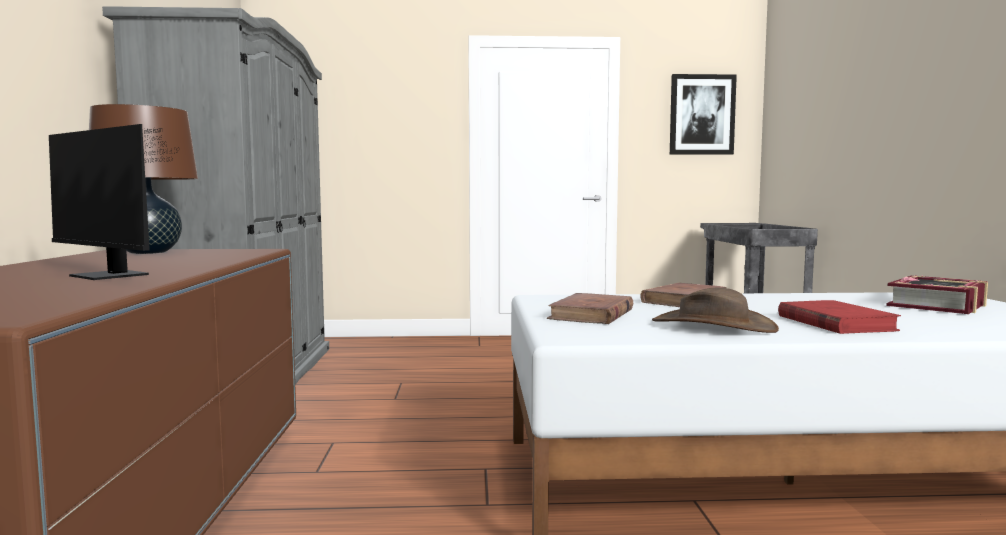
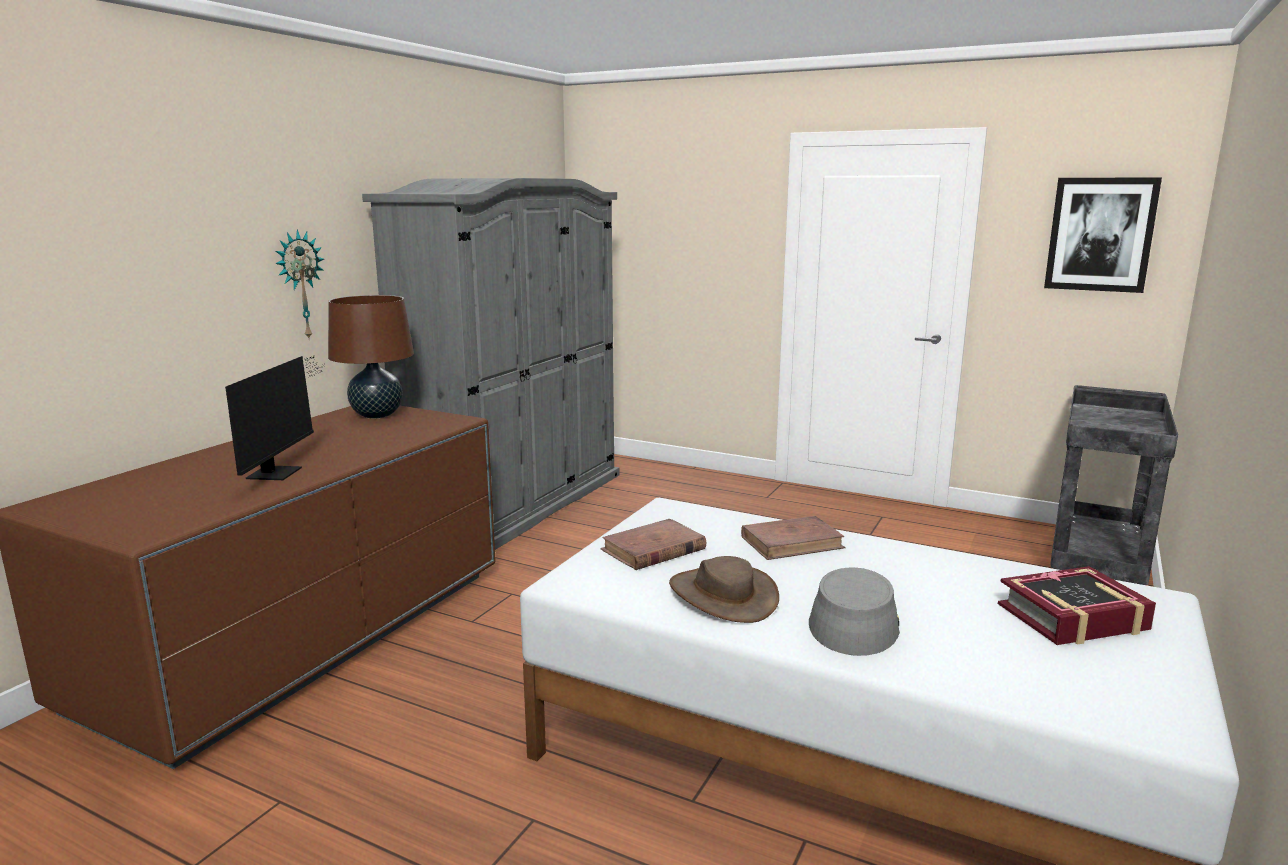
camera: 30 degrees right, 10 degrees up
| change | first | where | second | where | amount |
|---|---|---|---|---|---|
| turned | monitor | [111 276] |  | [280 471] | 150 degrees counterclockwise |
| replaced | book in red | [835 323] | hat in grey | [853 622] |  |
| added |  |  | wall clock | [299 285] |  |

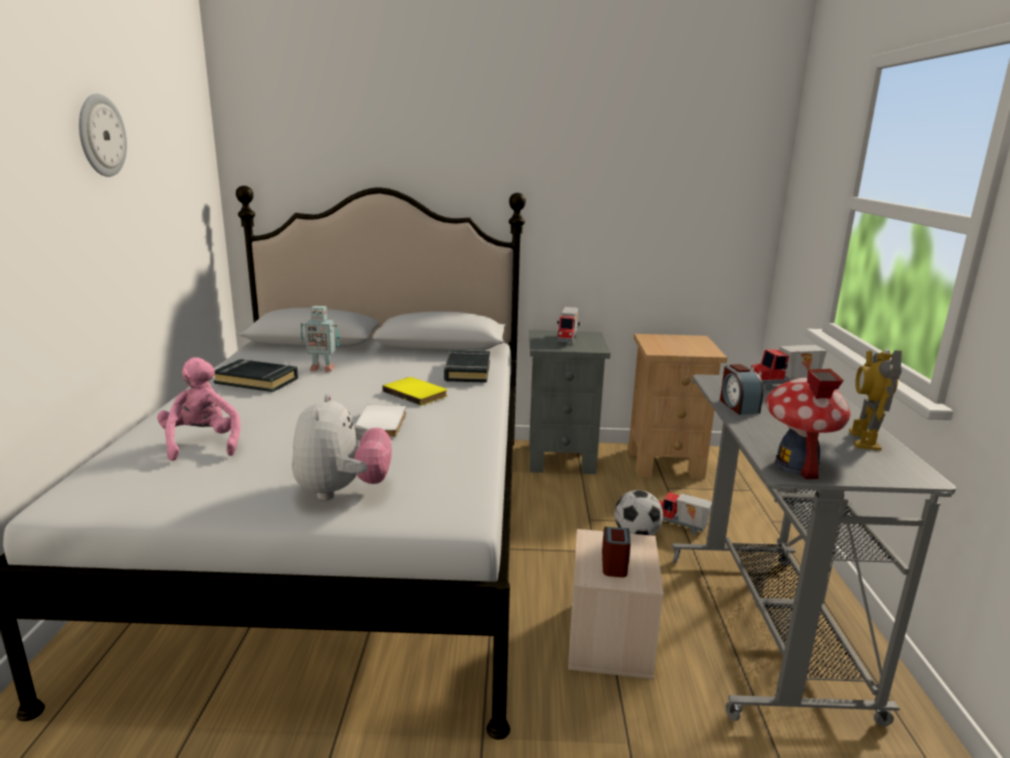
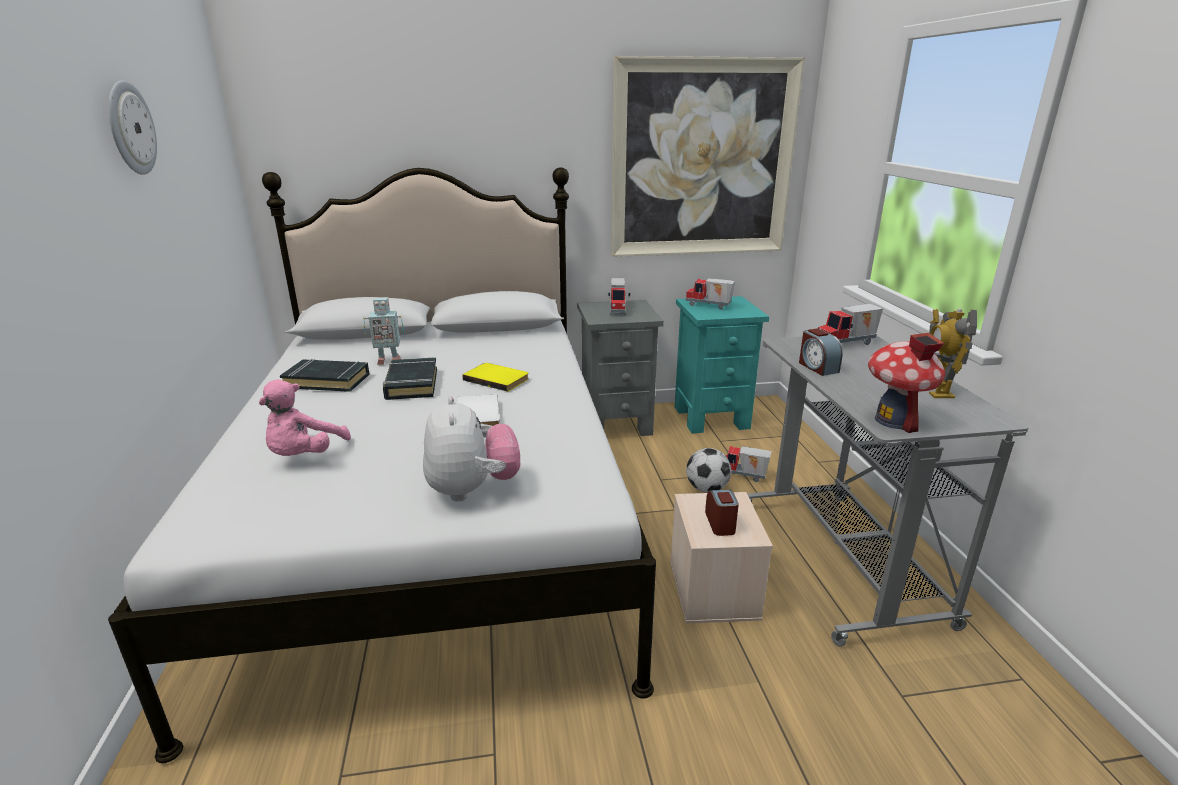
camera: 10 degrees left, 5 degrees up
| change | first | where | second | where | amount |
|---|---|---|---|---|---|
| turned | plush toy in pink | [202 444] |  | [304 456] | 135 degrees counterclockwise |
| moved | book in black | [467 371] |  | [411 384] |  |
| recoloured | nightstand in beige | [666 463] | nightstand in turquoise | [712 418] |  |
| added |  |  | picture | [702 160] |  |
| added |  |  | toy truck | [708 306] |  |

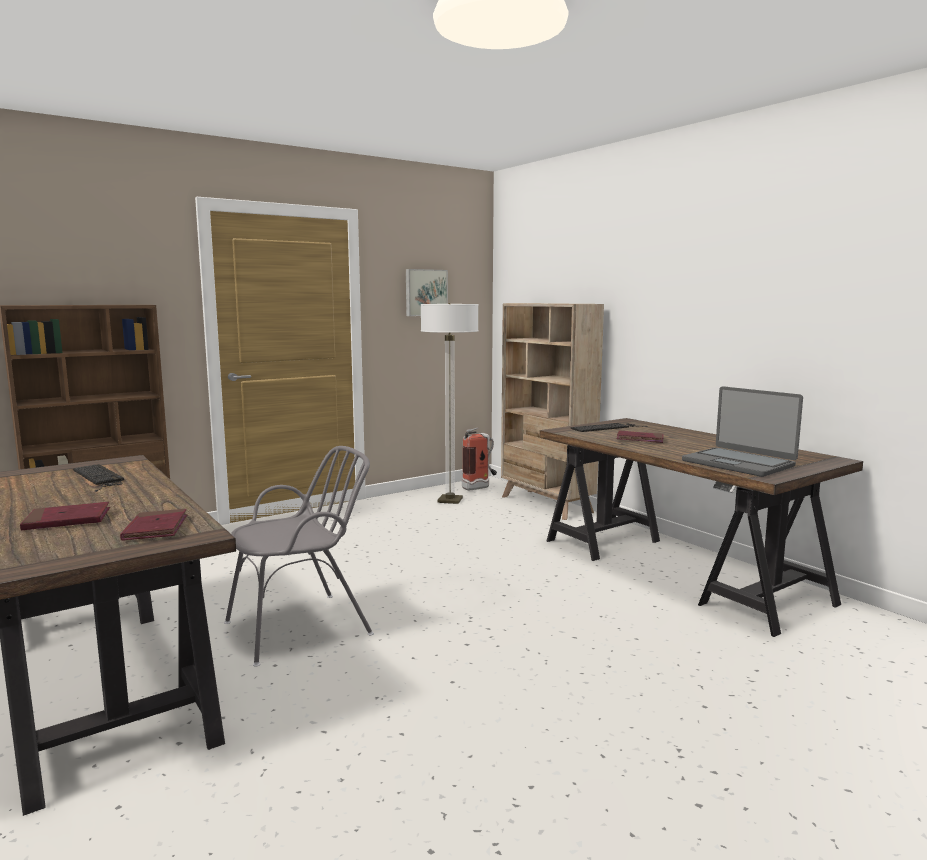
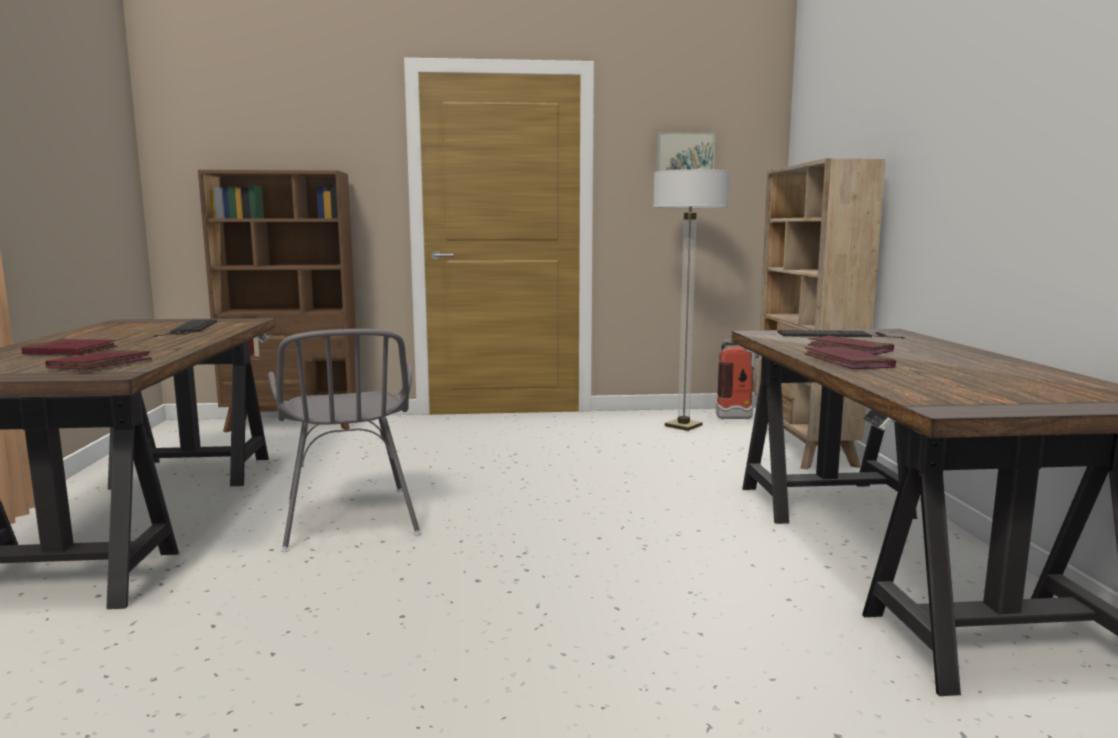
camera: 30 degrees right, 0 degrees up
| change | first | where | second | where | amount |
|---|---|---|---|---|---|
| turned | chair in grey | [303 626] |  | [350 519] | 75 degrees clockwise |
| removed | laptop | [738 463] |  |  |  |
| added |  |  | book in red | [847 362] |  |

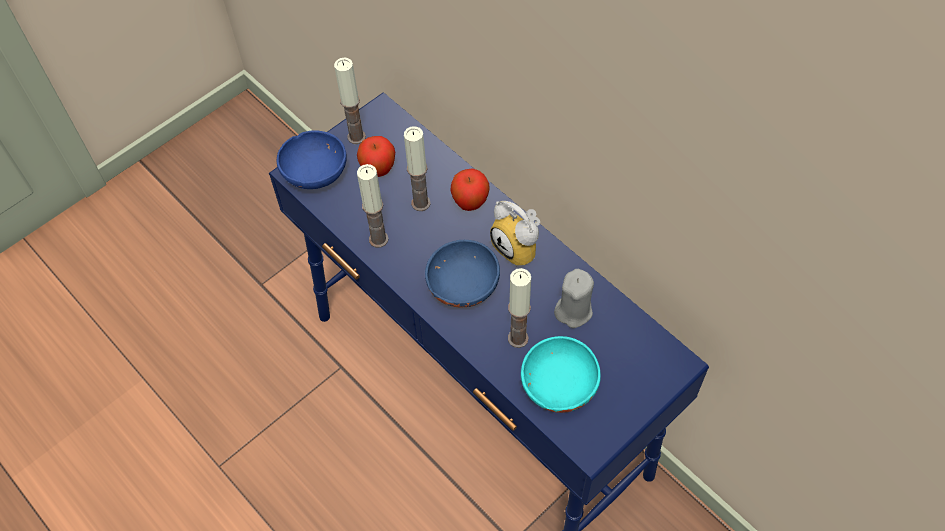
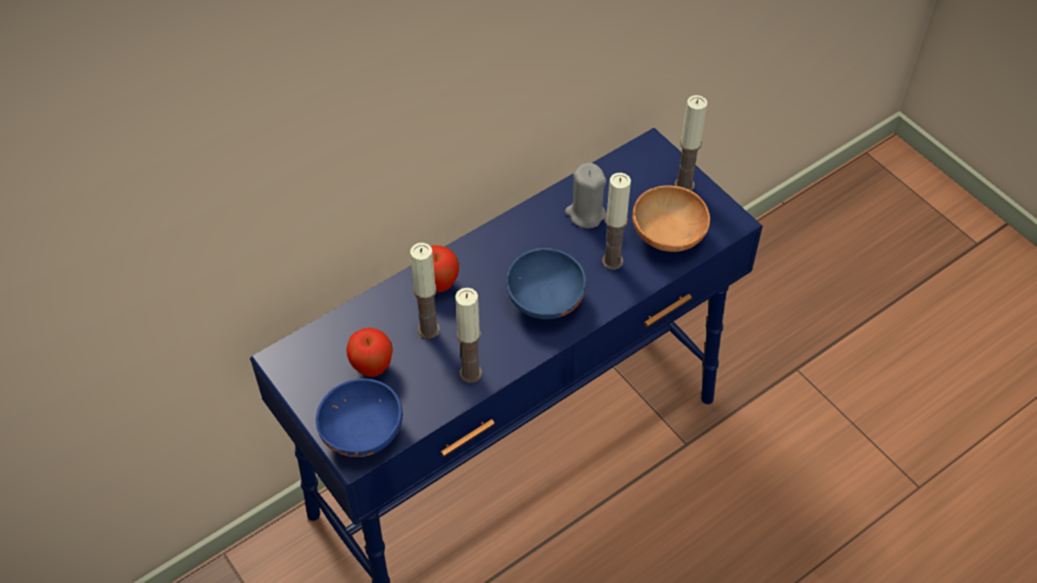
camera: 85 degrees left, 5 degrees down
| change | first | where | second | where | amount |
|---|---|---|---|---|---|
| moved | candle | [356 137] |  | [684 185] |  |
| removed | alarm clock | [520 248] |  |  |  |
| recoloured | bowl in turquoise | [557 386] | bowl in brown | [668 237] |  |

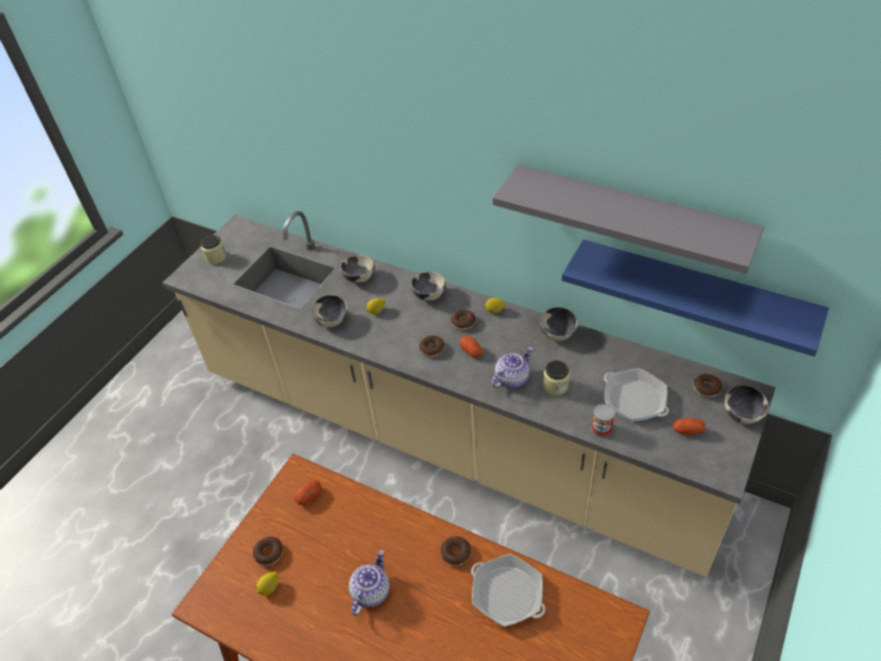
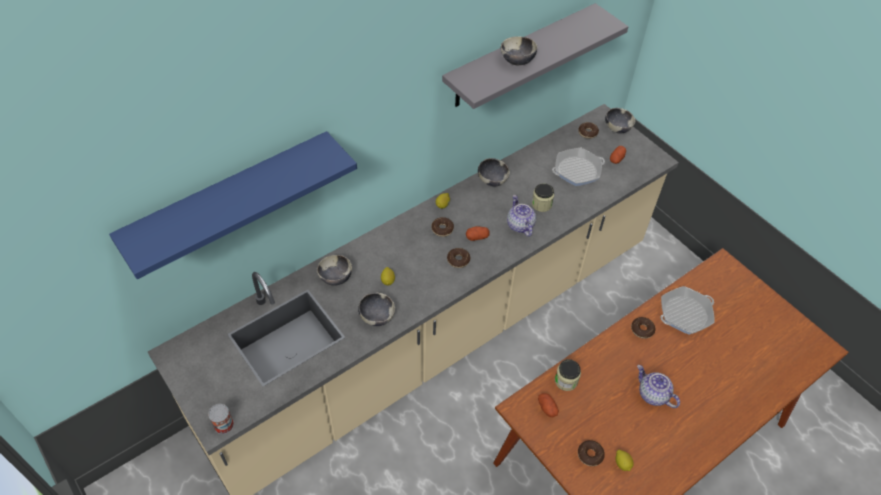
camera: 70 degrees left, 5 degrees up
| change | first | where | second | where | amount |
|---|---|---|---|---|---|
| moved | jar | [216 257] |  | [566 380] |  |
| moved | bowl | [429 295] |  | [517 61] |  |
| moved | shelf in blue | [694 292] |  | [229 198] |  |
| moved | can | [601 429] |  | [223 425] |  |

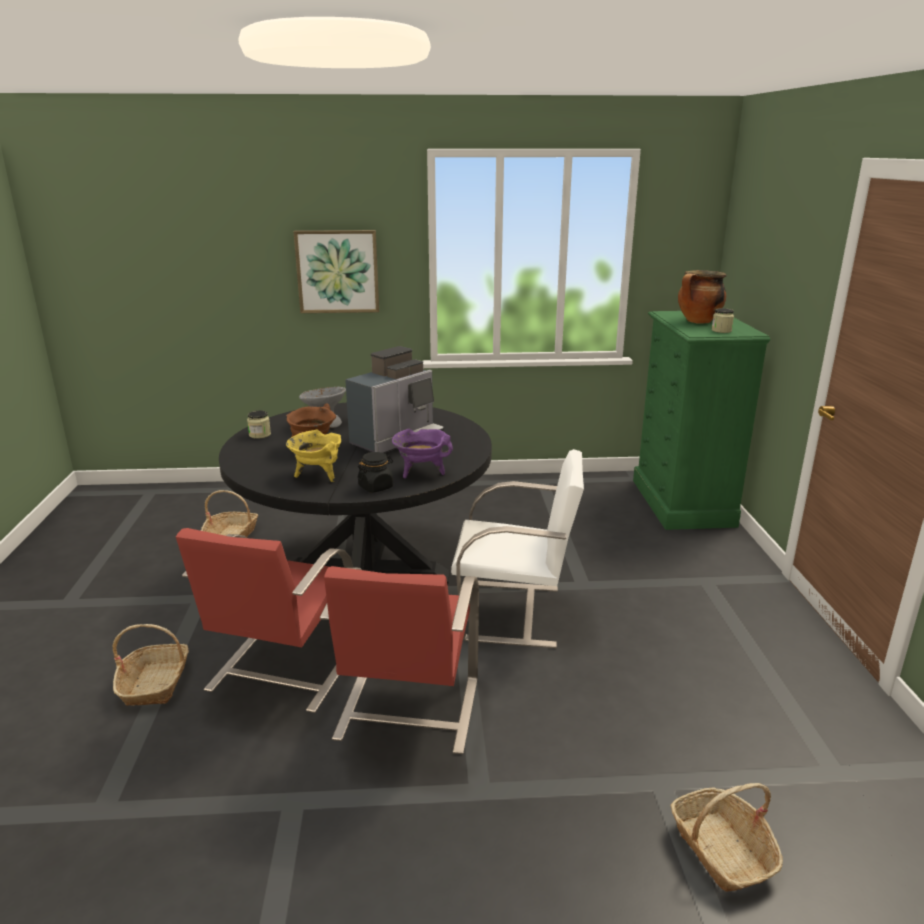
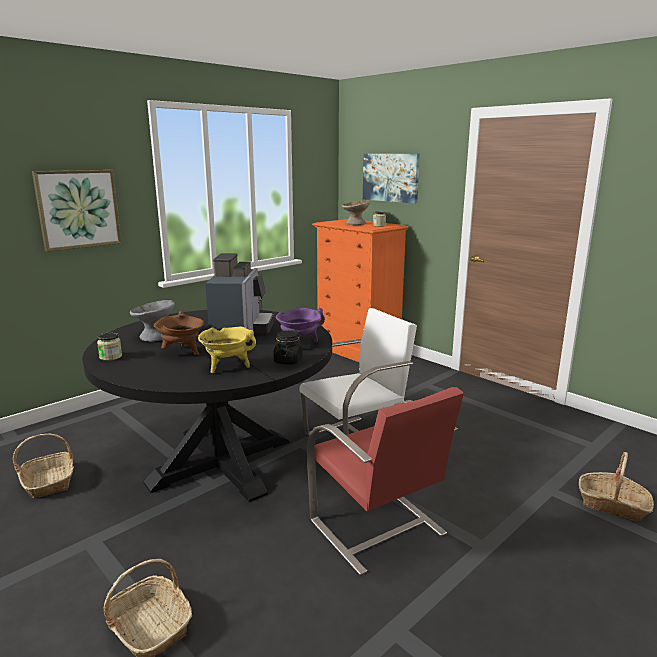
camera: 40 degrees left, 5 degrees down
| change | first | where | second | where | amount |
|---|---|---|---|---|---|
| removed | chair in red | [281 670] |  |  |  |
| recoloured | dresser in green | [682 503] | dresser in orange | [358 349] |  |
| replaced | cooking pot | [698 322] | bowl in beige | [355 224] |  |
| added |  |  | picture | [390 177] |  |

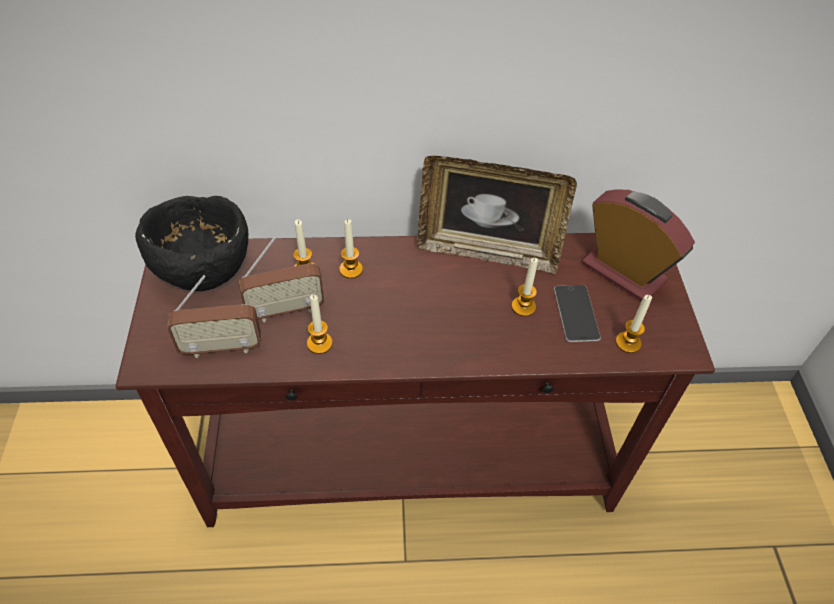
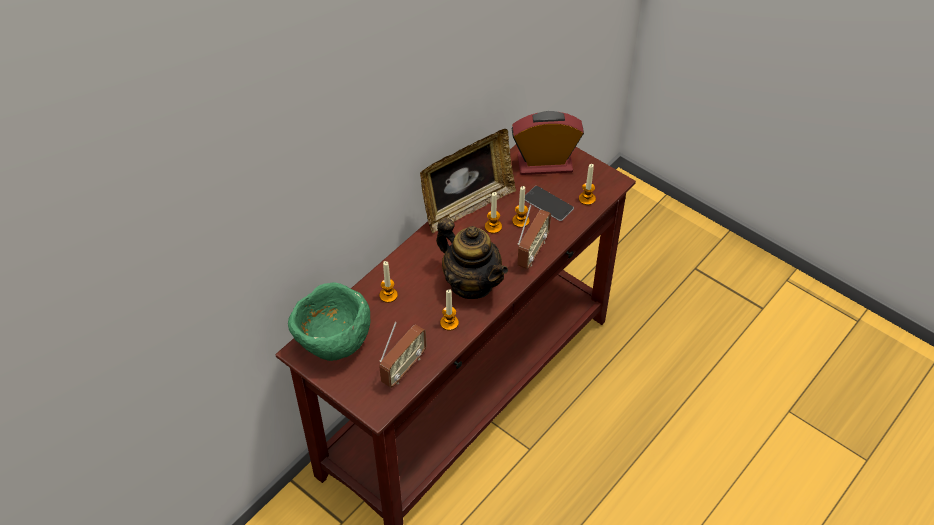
camera: 45 degrees left, 0 degrees up
| change | first | where | second | where | amount |
|---|---|---|---|---|---|
| recoloured | bowl in black | [204 270] | bowl in green | [333 342] |  |
| moved | radio | [285 310] |  | [532 252] |  |
| moved | candle | [351 269] |  | [493 227] |  |
| added |  |  | teapot | [471 283] |  |

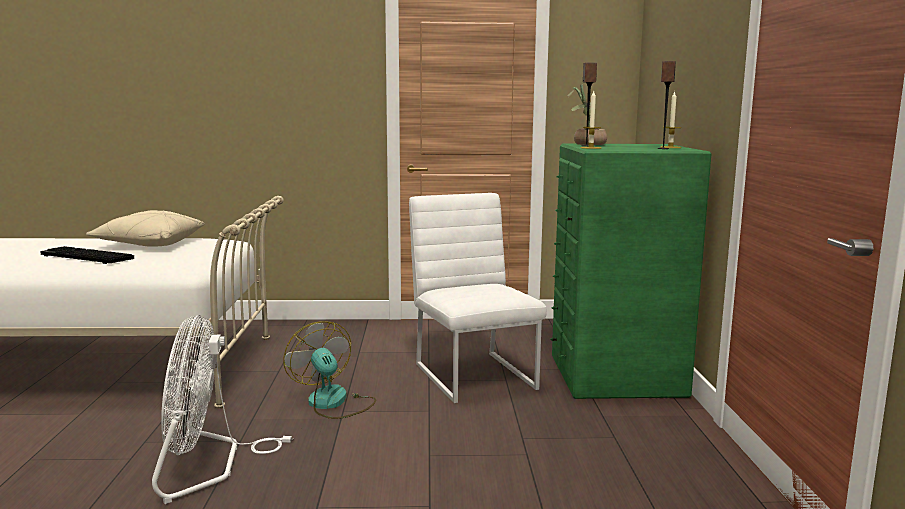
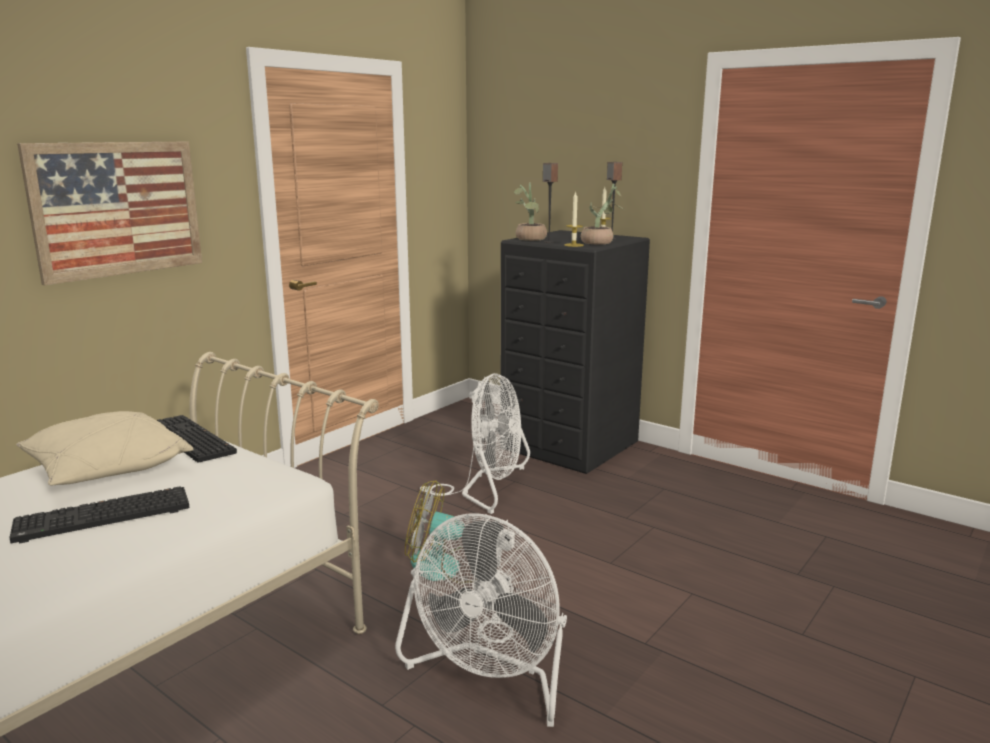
camera: 50 degrees left, 5 degrees up
| change | first | where | second | where | amount |
|---|---|---|---|---|---|
| replaced | chair in white | [474 374] | fan in white | [485 488] |  |
| recoloured | dresser in green | [615 376] | dresser in black | [569 445] |  |
| added |  |  | picture | [117 209] |  |
| added |  |  | keyboard | [188 440] |  |
| added |  |  | potted plant | [601 242] |  |

